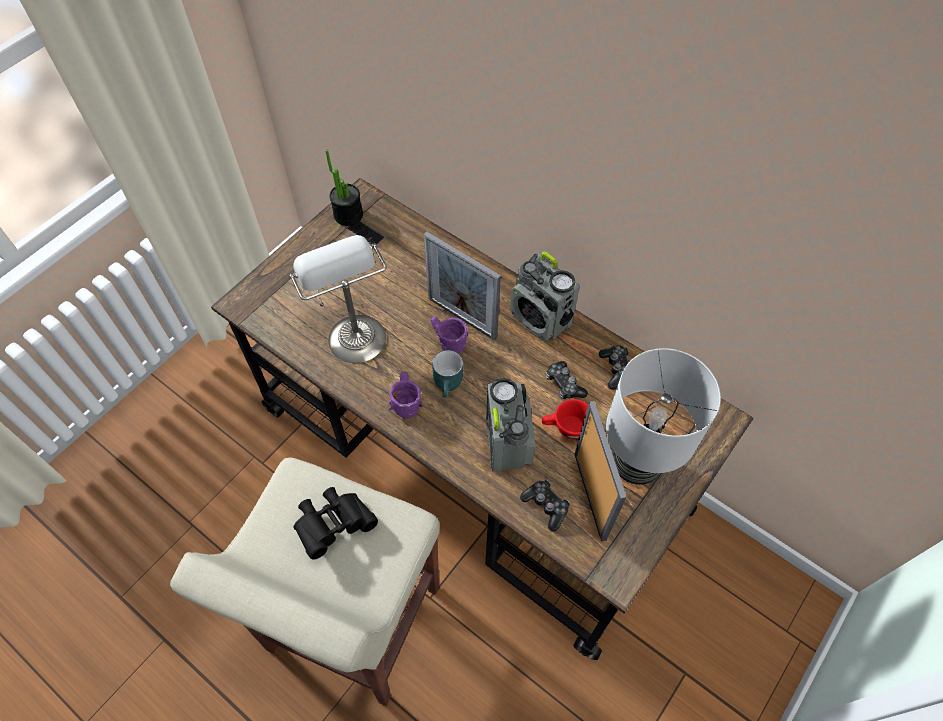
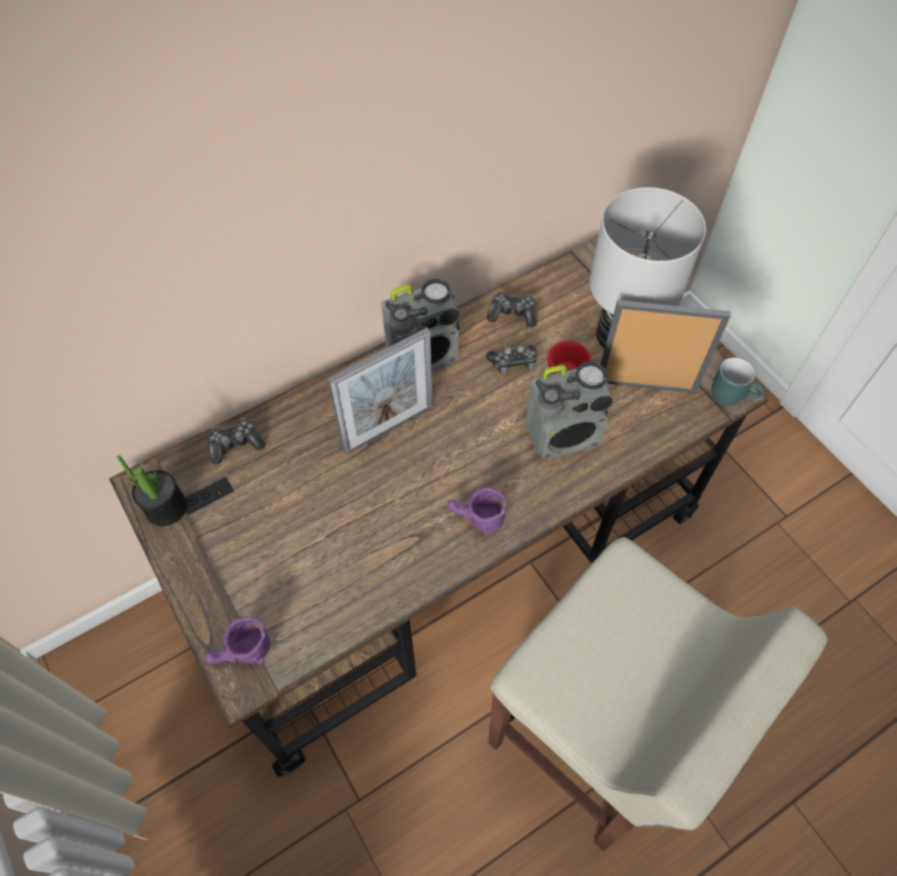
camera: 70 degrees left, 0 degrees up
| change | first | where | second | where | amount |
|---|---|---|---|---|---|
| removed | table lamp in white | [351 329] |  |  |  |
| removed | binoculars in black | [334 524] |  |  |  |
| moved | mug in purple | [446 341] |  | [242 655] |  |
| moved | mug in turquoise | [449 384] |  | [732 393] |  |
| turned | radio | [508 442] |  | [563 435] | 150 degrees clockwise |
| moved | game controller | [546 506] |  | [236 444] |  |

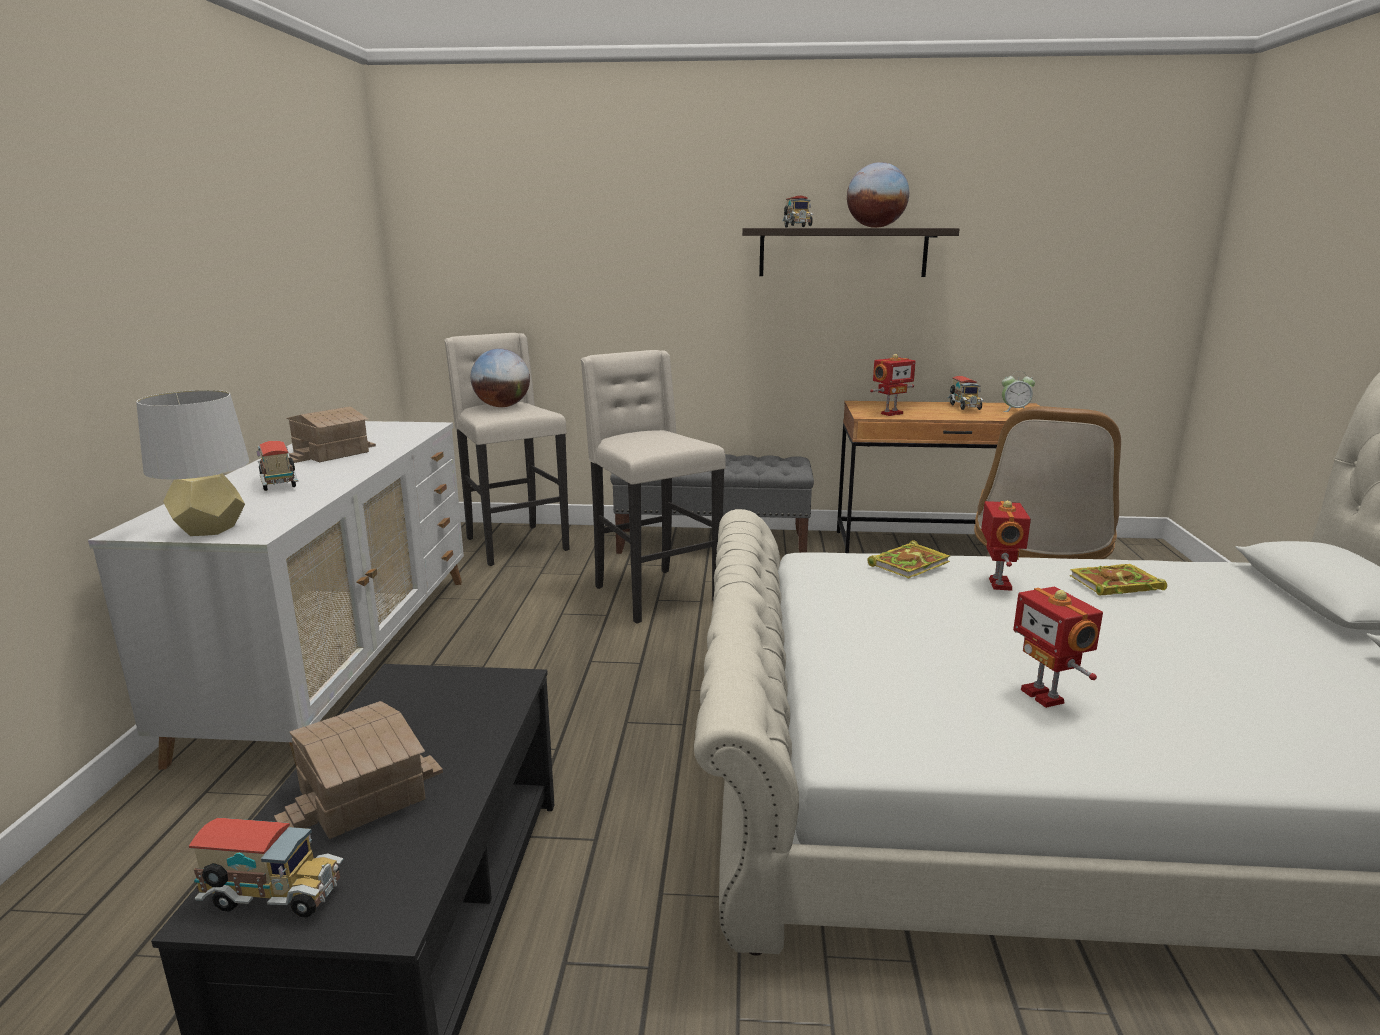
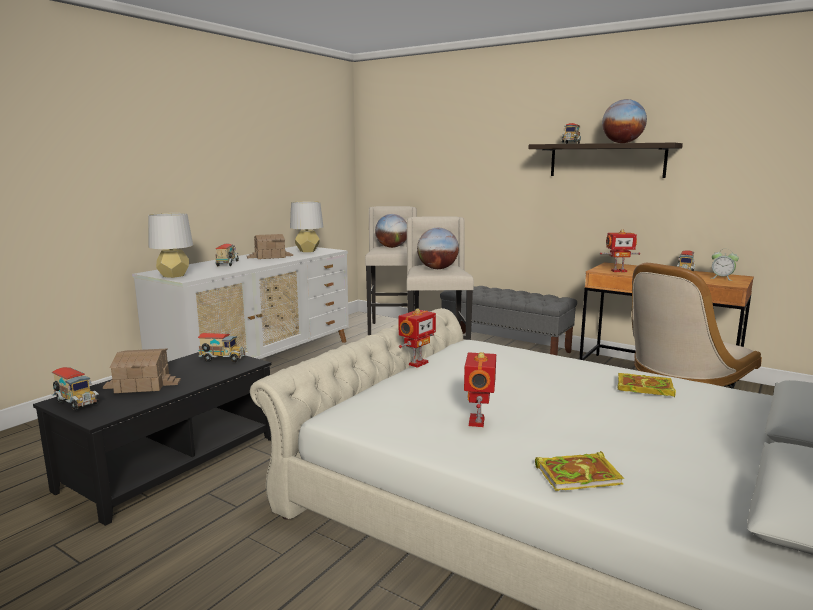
camera: 30 degrees right, 5 degrees down
| change | first | where | second | where | amount |
|---|---|---|---|---|---|
| moved | book | [909 563] |  | [579 475] |  |
| moved | toy robot | [998 584] |  | [417 363] |  |
| added |  |  | toy truck | [223 360] |  |
| added |  |  | table lamp in grey | [307 251] |  |
| added |  |  | globe | [437 269] |  |

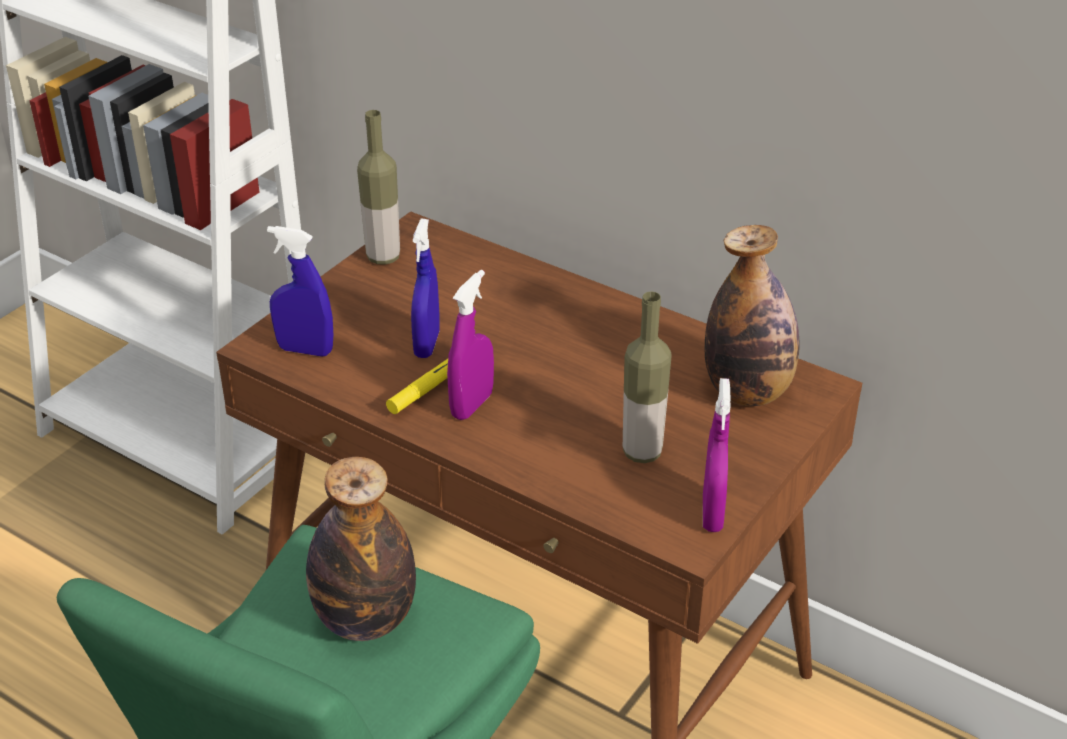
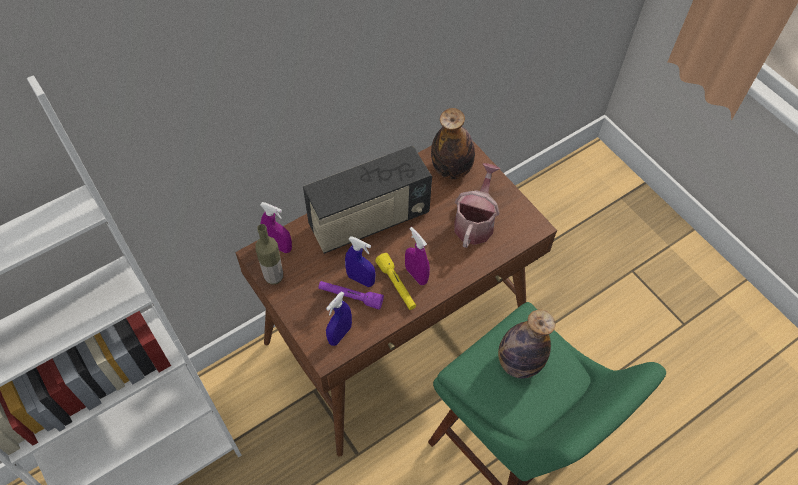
camera: 70 degrees left, 20 degrees up
| change | first | where | second | where | amount |
|---|---|---|---|---|---|
| replaced | bottle | [642 452] | watering can | [475 222] |  |
| moved | spray bottle in purple | [712 513] |  | [278 246] |  |
| added |  |  | radio | [369 221] |  |
| added |  |  | flashlight in purple | [350 297] |  |

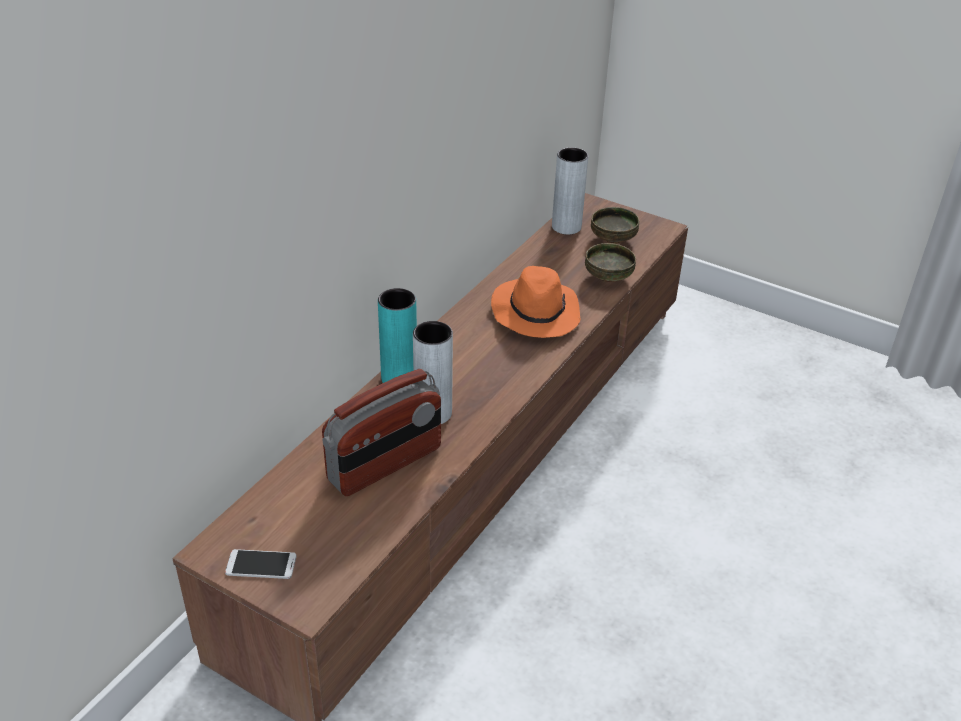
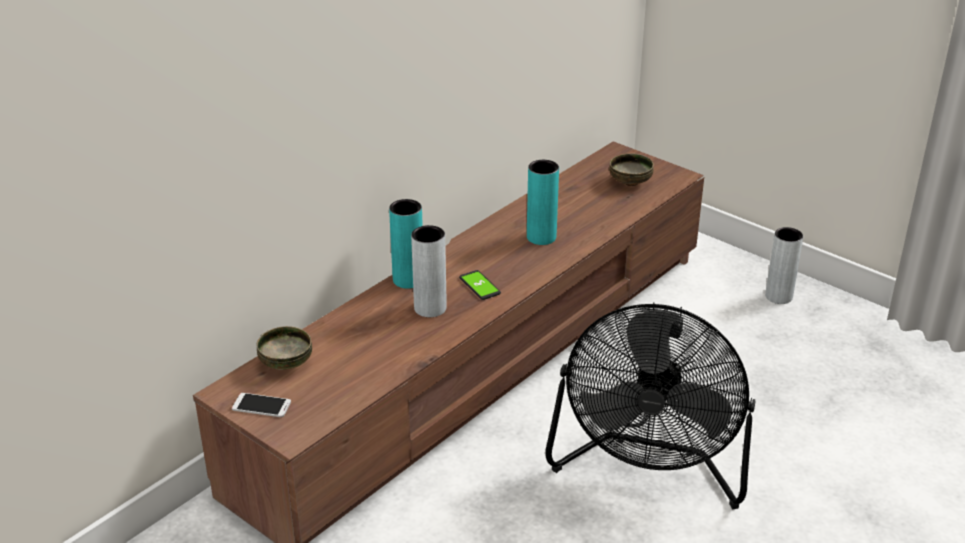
camera: 10 degrees right, 5 degrees down
| change | first | where | second | where | amount |
|---|---|---|---|---|---|
| removed | radio | [385 464] |  |  |  |
| replaced | hat in orange | [535 313] | vase in turquoise | [541 237] |  |
| moved | vase in grey | [566 227] |  | [778 296] |  |
| moved | bowl | [607 277] |  | [285 363] |  |
| added |  |  | phone | [480 286] |  |
| added |  |  | fan in black | [643 462] |  |

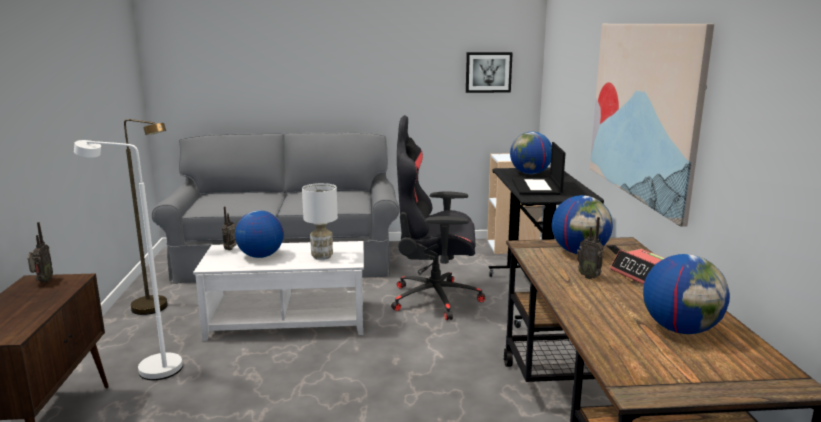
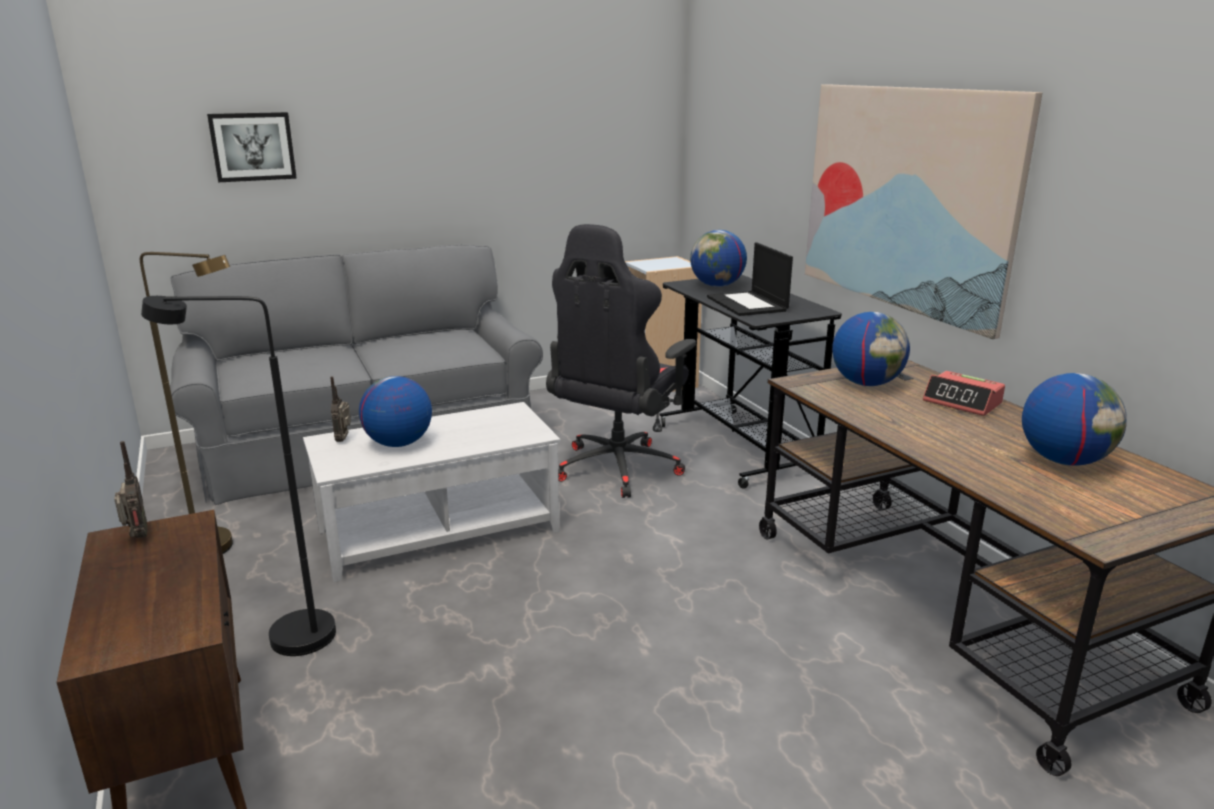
camera: 20 degrees left, 5 degrees up
| change | first | where | second | where | amount |
|---|---|---|---|---|---|
| recoloured | floor lamp in white | [149 368] | floor lamp in black | [284 638] |  |
| removed | table lamp in white | [322 256] |  |  |  |
| turned | office chair in black | [436 299] |  | [618 467] | 45 degrees counterclockwise |
| moved | picture | [488 72] |  | [252 146] |  |
| removed | radio | [589 276] |  |  |  |

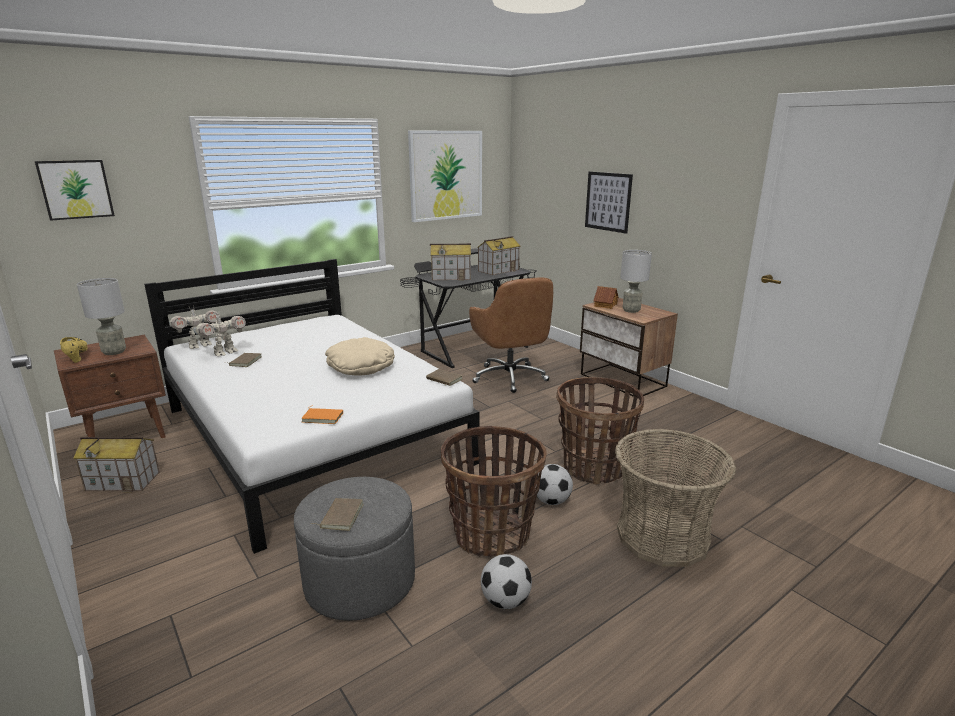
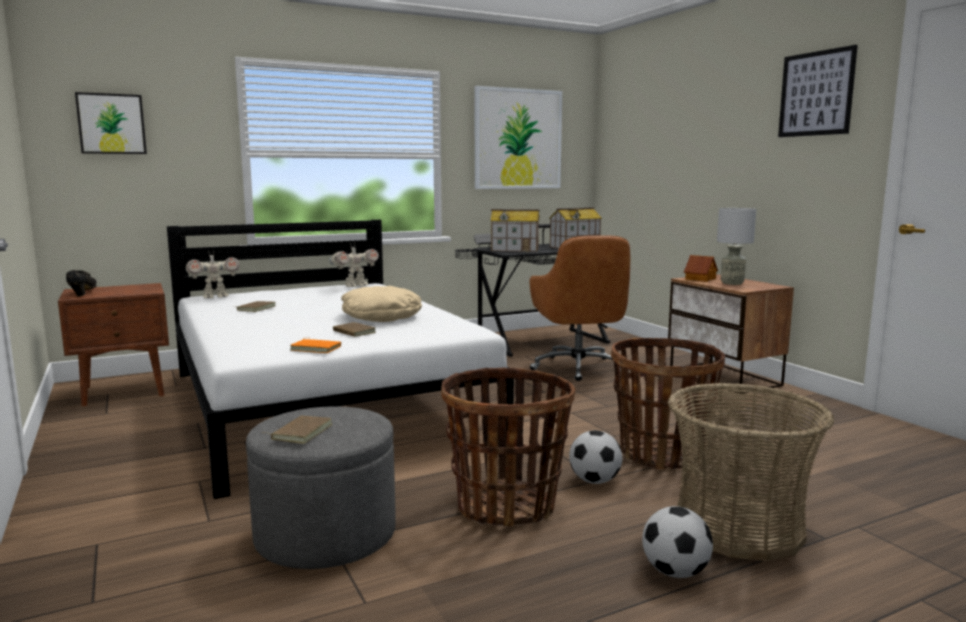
camera: 10 degrees right, 10 degrees down
| change | first | where | second | where | amount |
|---|---|---|---|---|---|
| recoloured | shoe in yellow | [76 356] | shoe in black | [82 293] |  |
| removed | toy house | [123 481] |  |  |  |
| removed | table lamp in grey | [114 352] |  |  |  |
| moved | toy robot | [225 353] |  | [355 286] |  |
| moved | book in brown | [443 379] |  | [353 332] |  |
| moved | football | [505 601] |  | [675 572] |  |
| moved | picture | [608 201] |  | [816 93] |  |

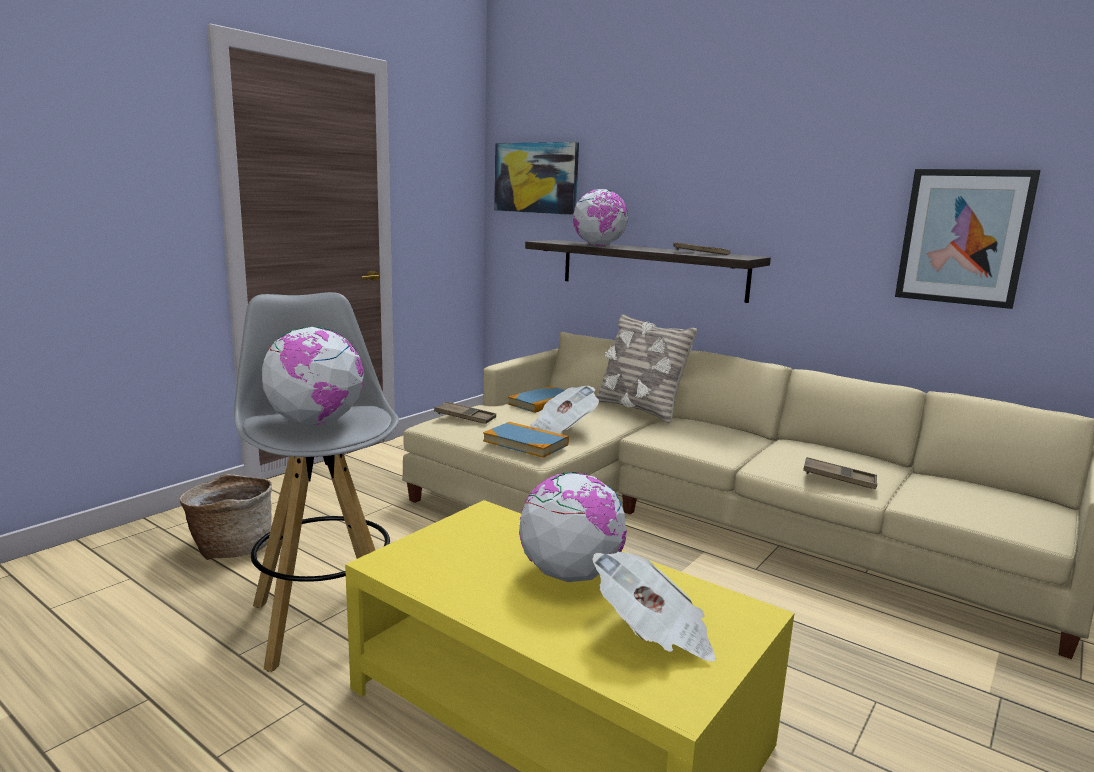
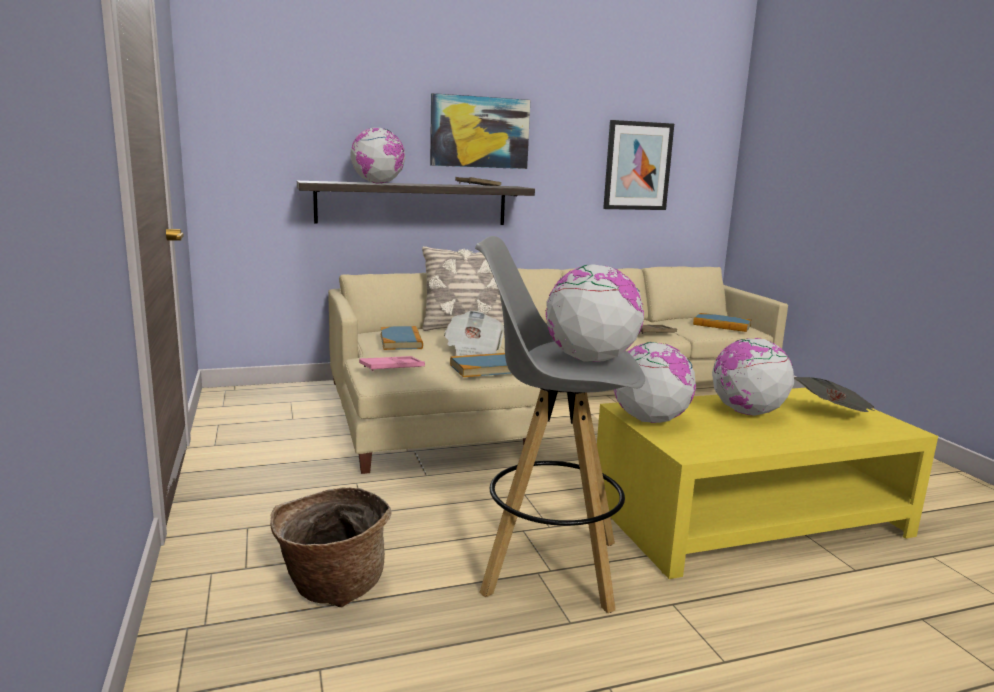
camera: 55 degrees left, 0 degrees up
| change | first | where | second | where | amount |
|---|---|---|---|---|---|
| recoloured | tray in brown | [465 417] | tray in pink | [392 367] |  |
| moved | picture | [536 178] |  | [479 132] |  |
| added |  |  | globe | [649 420] |  |
| added |  |  | book | [722 325] |  |

